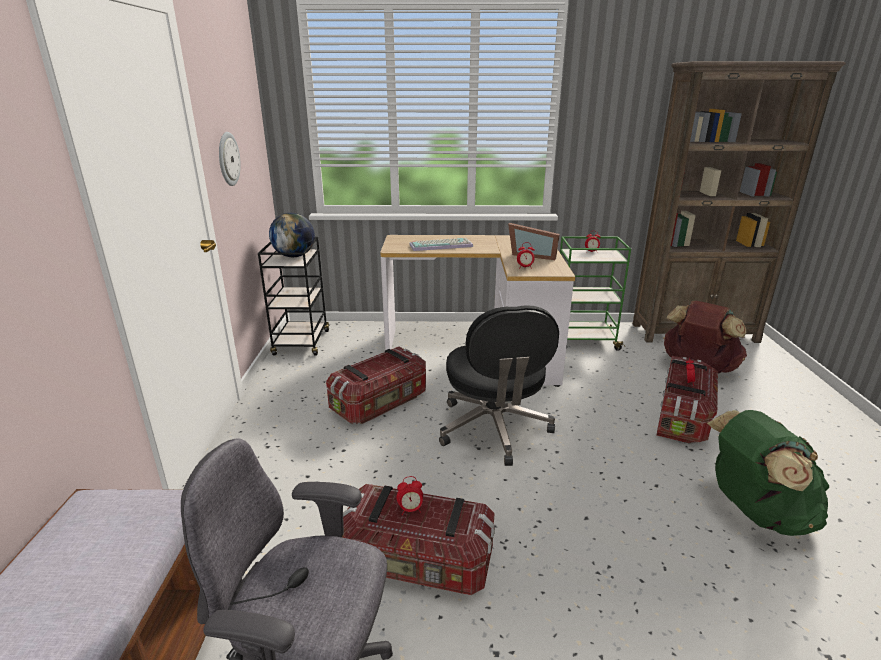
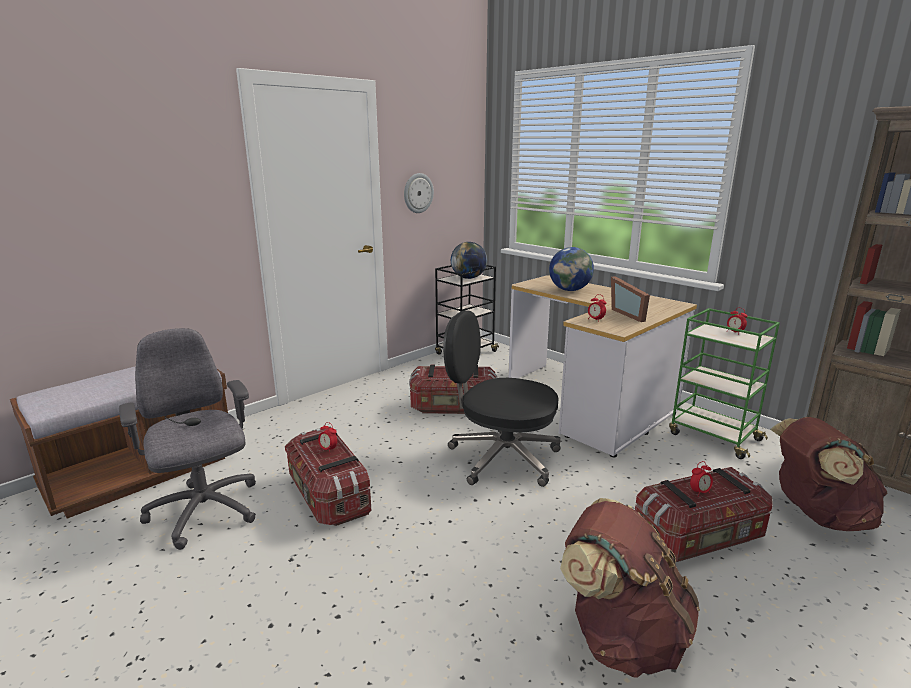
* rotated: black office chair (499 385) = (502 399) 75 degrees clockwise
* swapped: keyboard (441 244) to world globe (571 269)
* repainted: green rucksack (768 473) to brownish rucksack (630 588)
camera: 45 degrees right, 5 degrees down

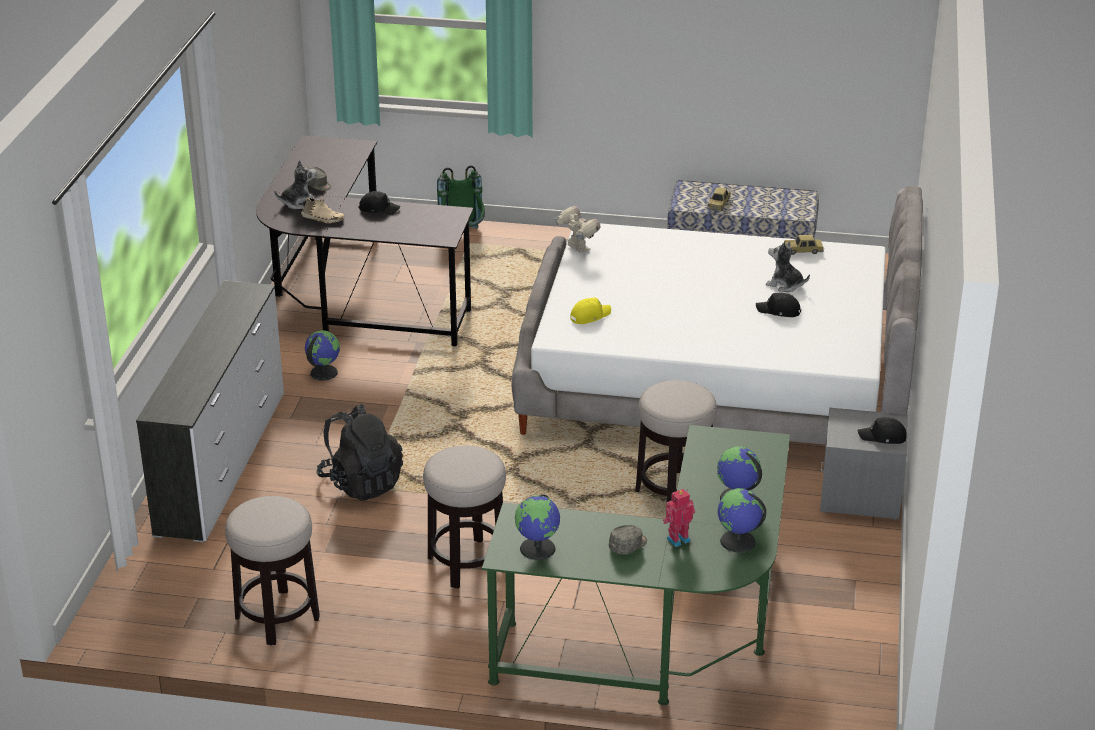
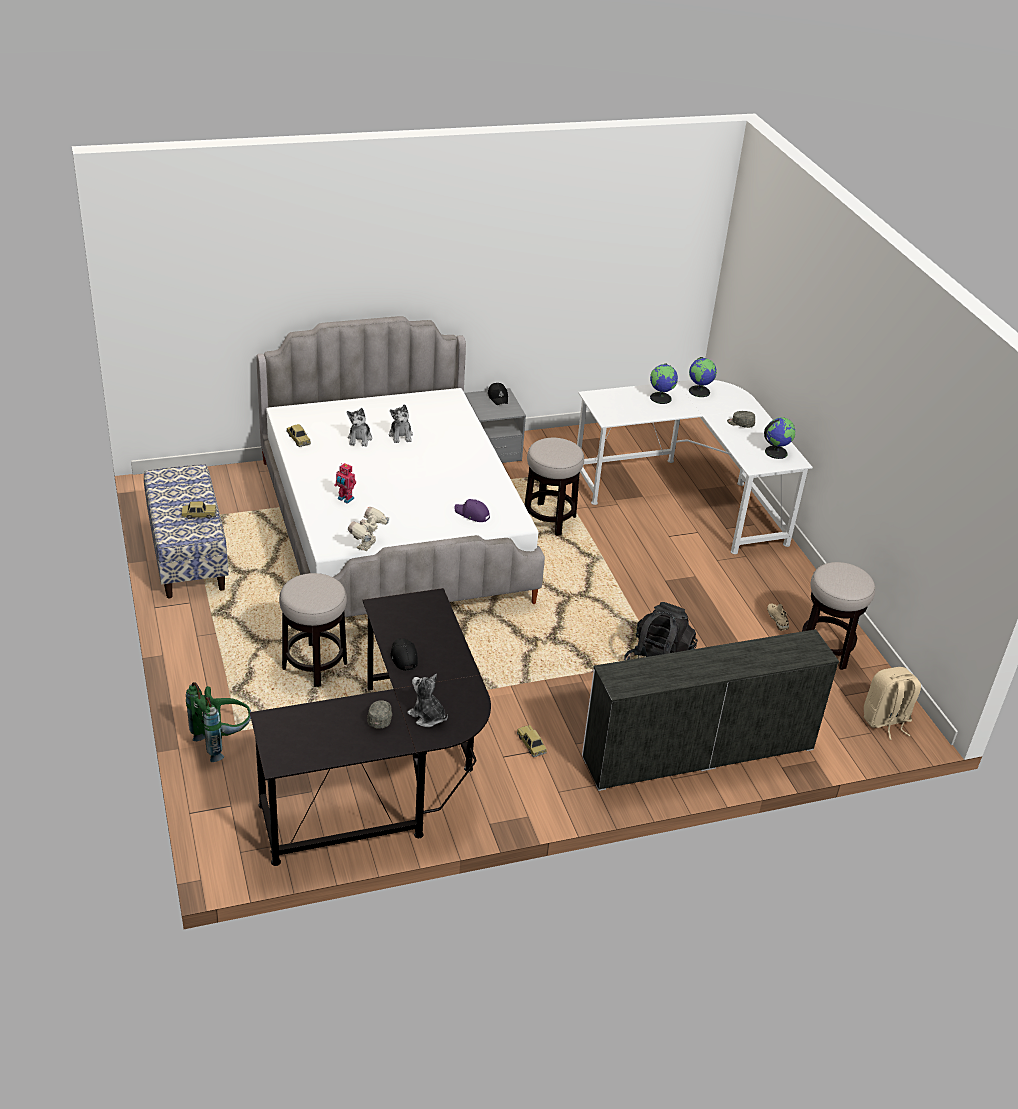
* shifted: stool seat (464 517) to (313 630)
* shifted: toy robot (679 518) to (345 483)
* swapped: black cap (778 305) to cuddly toy (401 423)
* repainted: yellow cap (590 311) to purple-coloured cap (472 510)
* swapped: world globe (322 355) to model car (532 741)
* repainted: green desk table (636 565) to whitish desk table (695 467)
* shifted: sand-coloured item of footwear (322 210) to (778 617)
* new: sand-coloured rucksack (892 703)
camera: 120 degrees left, 5 degrees up

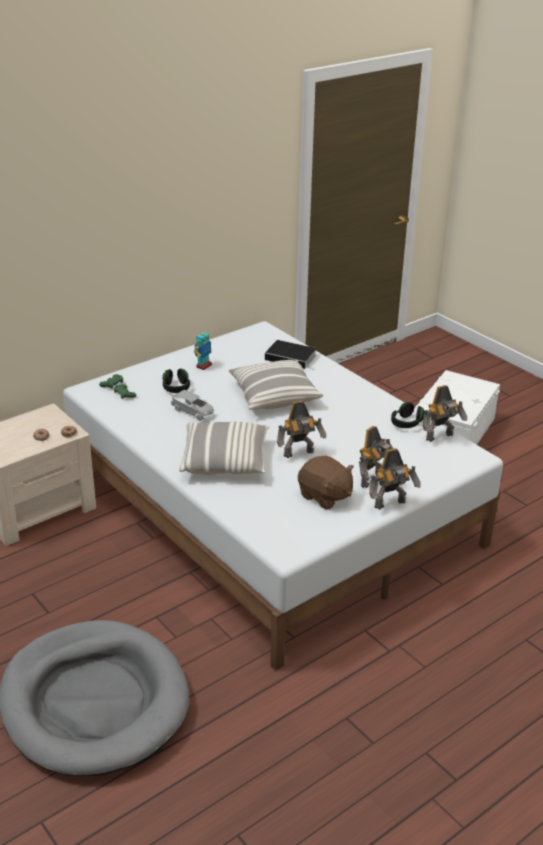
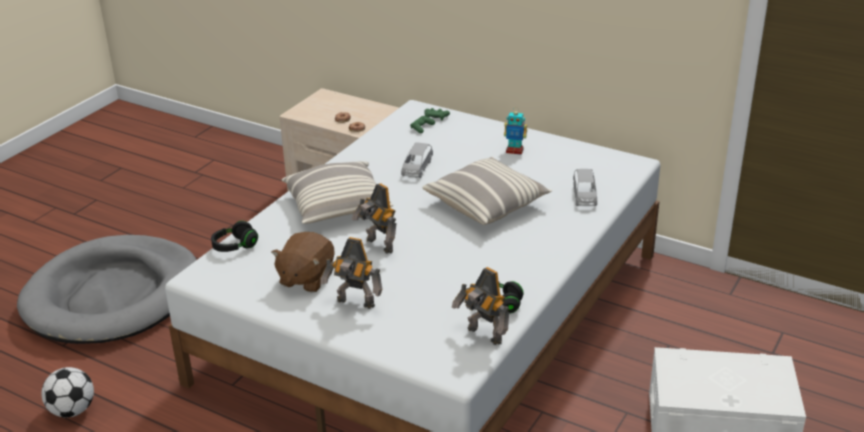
* new: ball for football (67 392)
* shifted: black headset (176 380) to (234 236)
* swapped: volume (290 355) to greyish model car (585 187)
* gone: toy robot (395 478)
camera: 70 degrees right, 0 degrees up

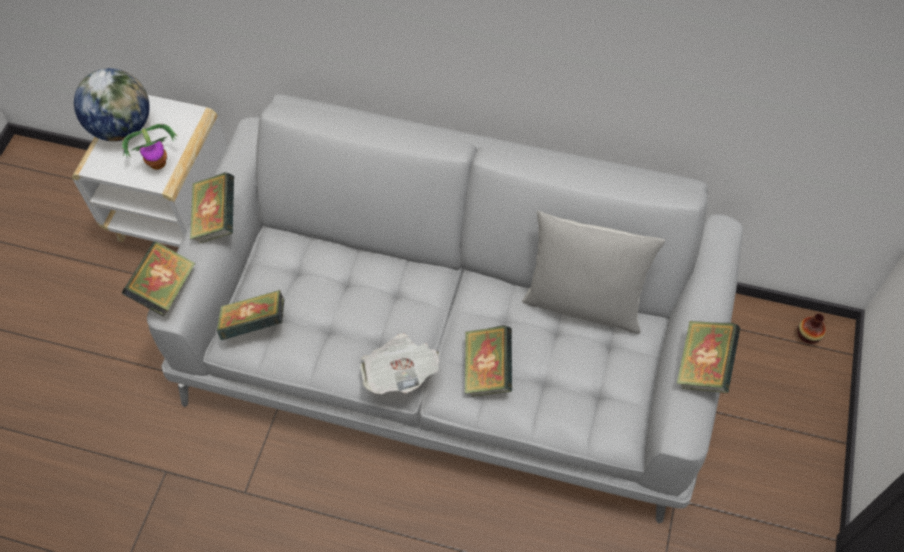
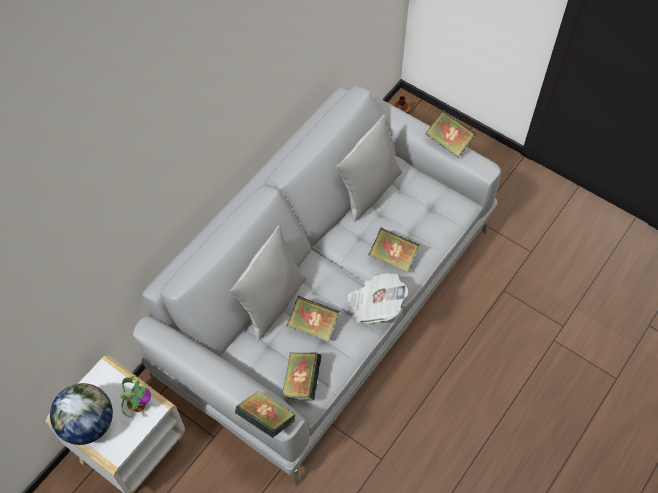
* new: greyish cushion (268 283)
* shifted: volume (212 208) to (313 319)
camera: 70 degrees left, 0 degrees up

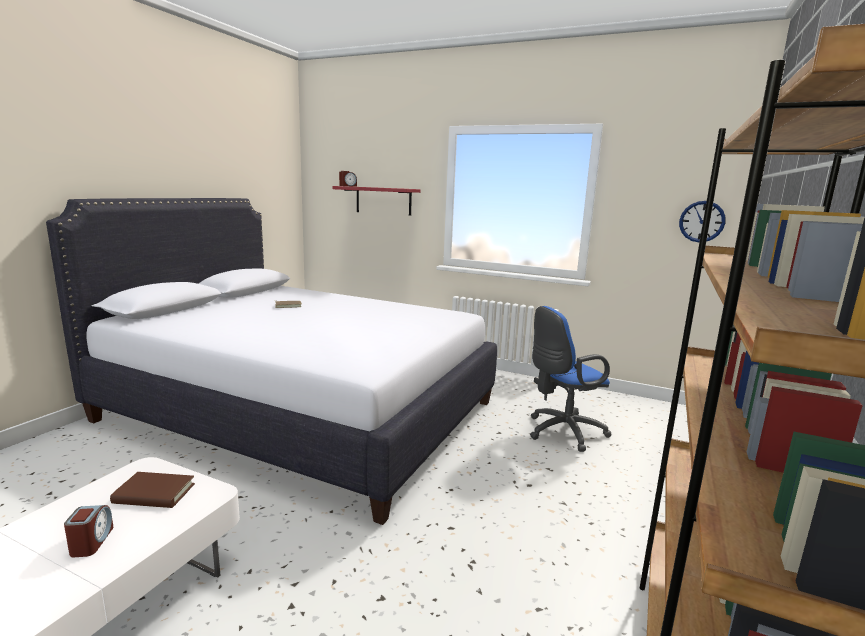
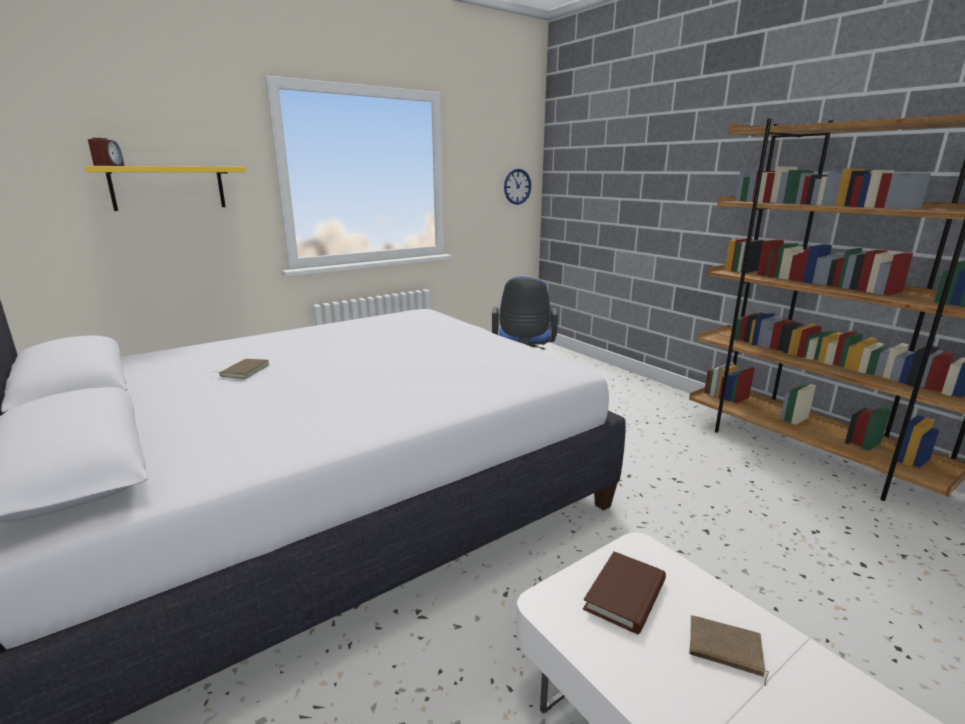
* repainted: red bracket shelf (376 201) to yellow bracket shelf (165 188)
* swapped: table clock (89 531) to brownish volume (729 650)
camera: 60 degrees left, 5 degrees up

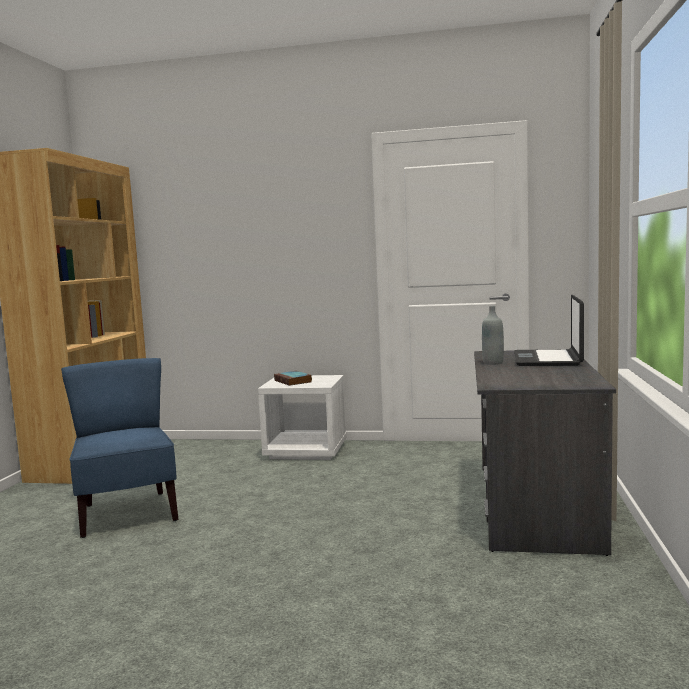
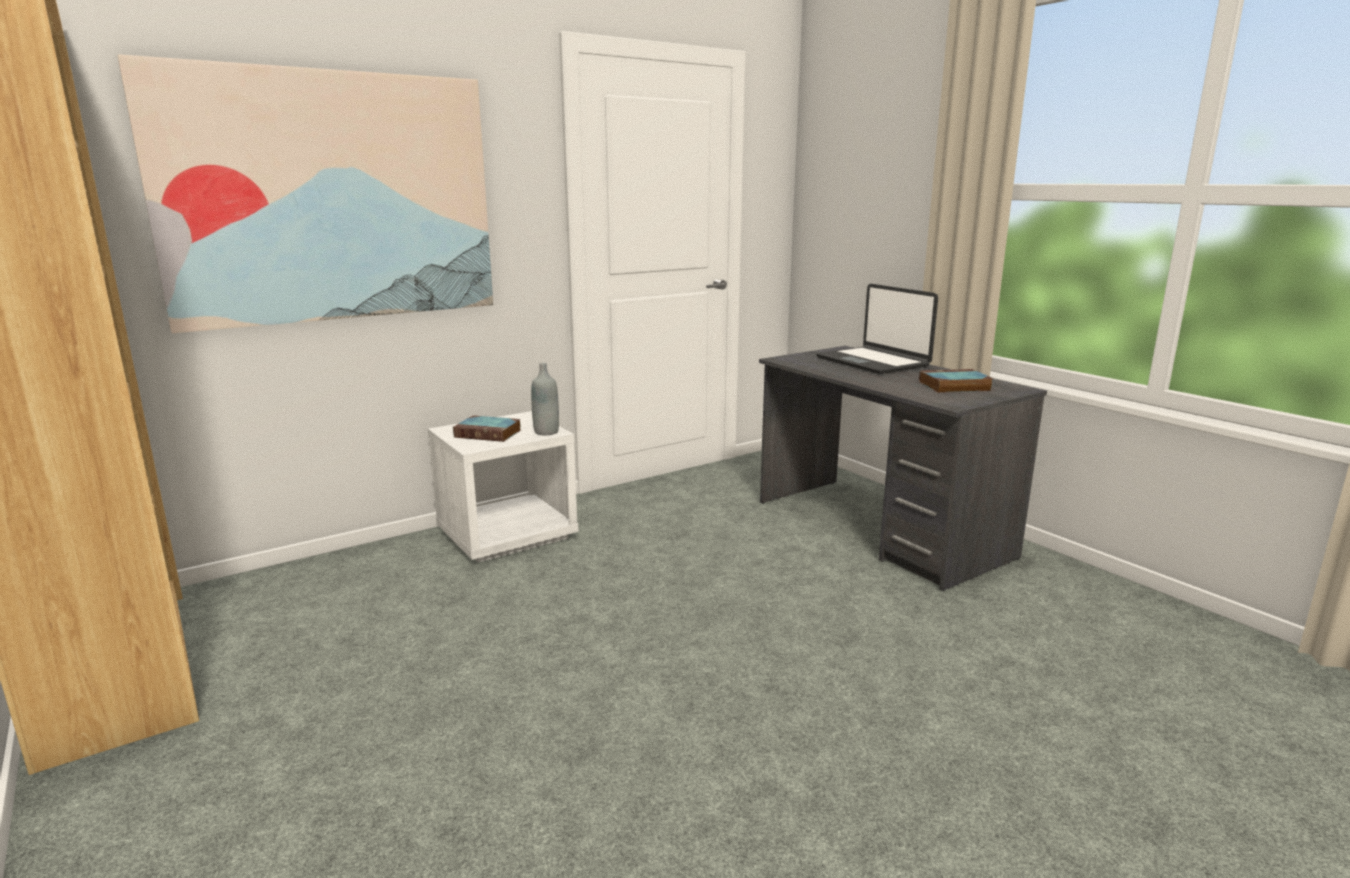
* new: picture (305 193)
* shifted: greyish bottle (493 335) to (545 399)
* new: volume (956 381)
* gone: bluish chair (119 448)
camera: 45 degrees left, 10 degrees up

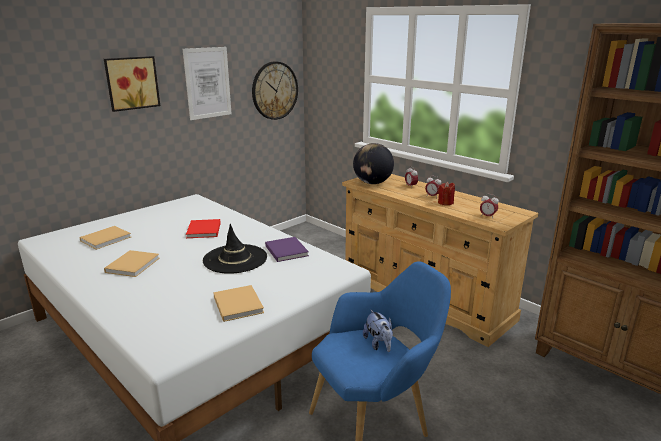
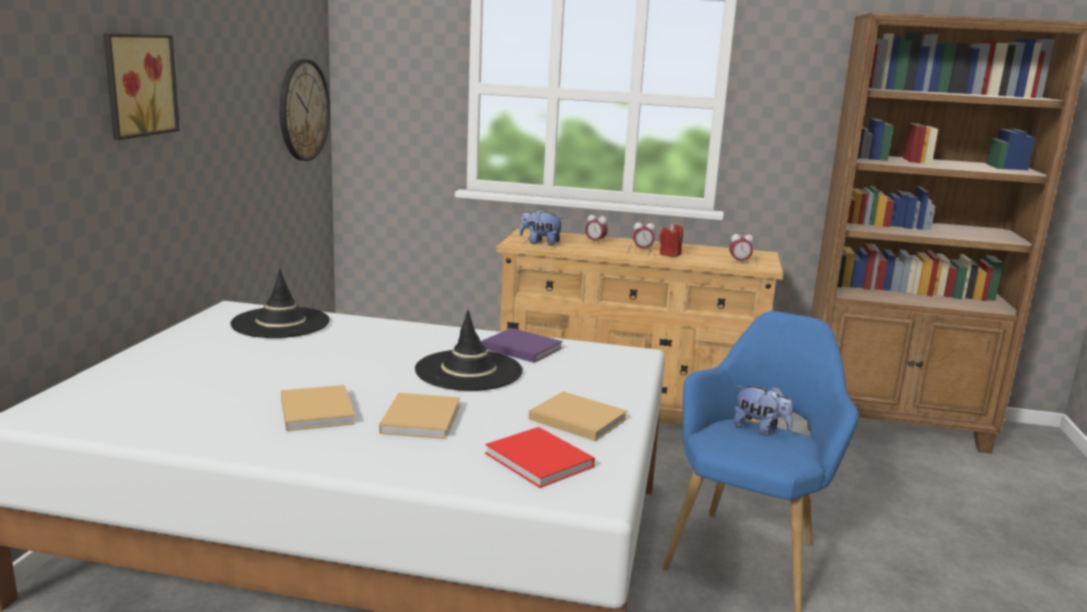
* new: black clothing hat (280 303)
* shifted: sand-coloured volume (105 238) to (419 416)
* shifted: red volume (203 228) to (540 457)
* swapped: world globe (373 163) to cuddly toy (541 227)
* gone: picture (207 83)
camera: 35 degrees left, 5 degrees down

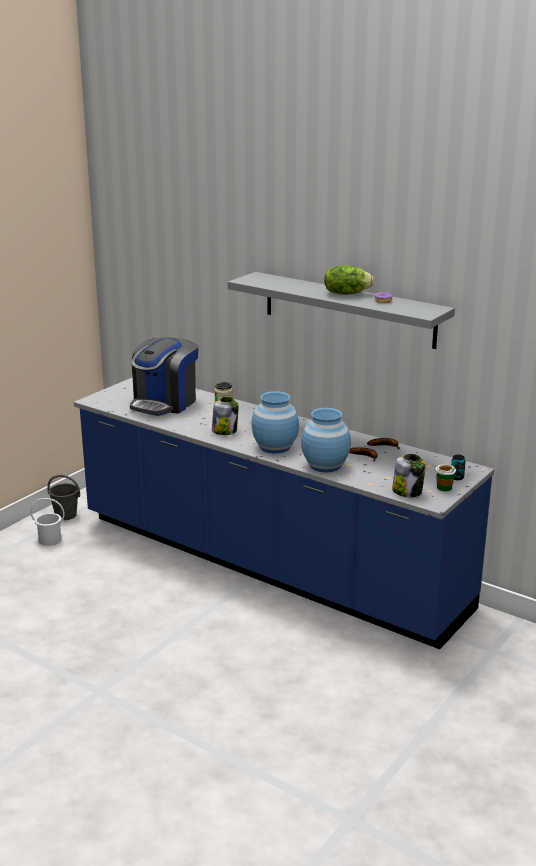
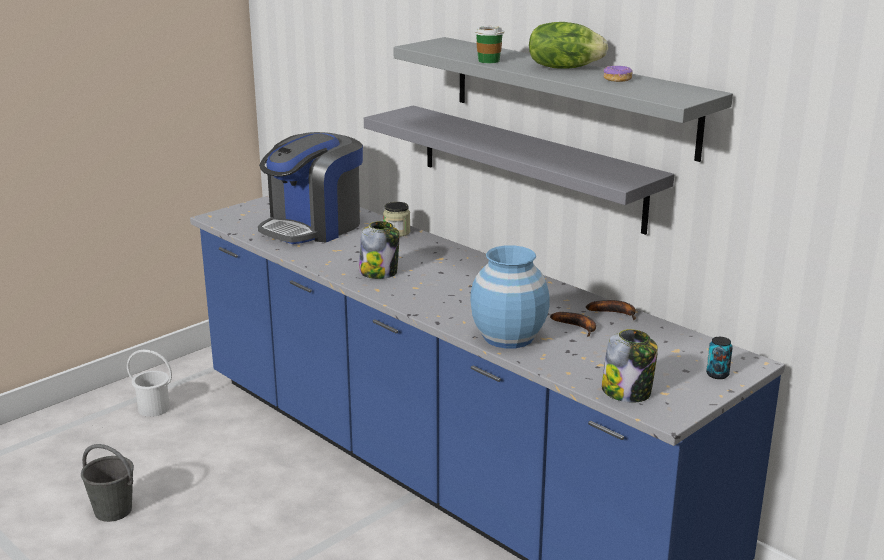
* shifted: greyish pail (63 497) to (107 483)
* new: greyish bracket shelf (519 170)
* shifted: cup (445 477) to (489 44)
* gone: bluish flower vase (275 422)
camera: 10 degrees right, 0 degrees up

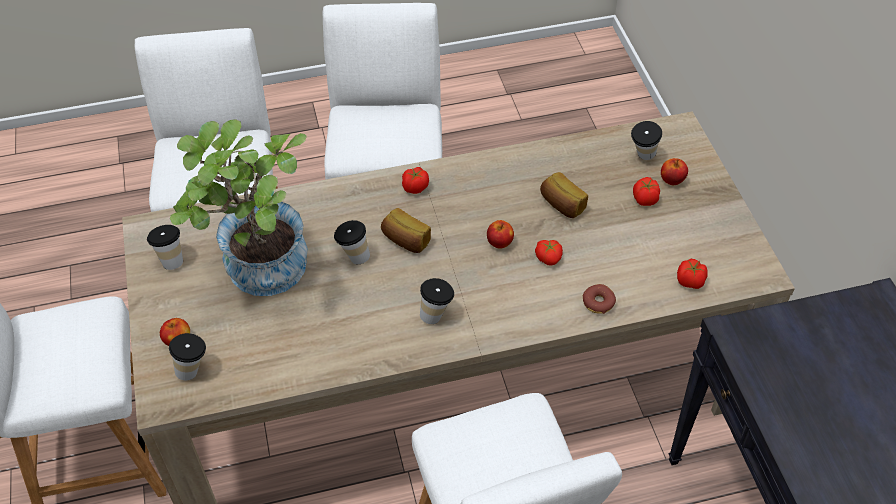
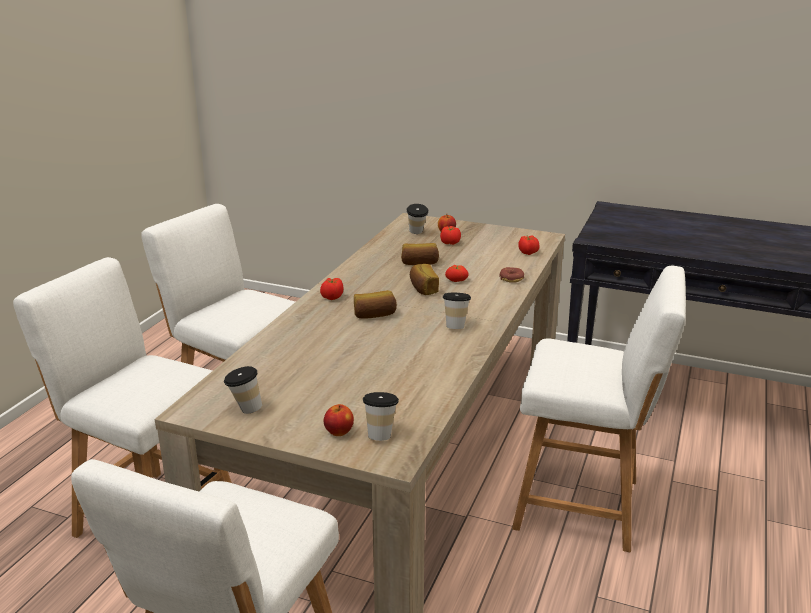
* swapped: apple (500 234) to baked bread (424 279)
* gone: potted plant (238 207)
* gone: cup (352 242)
camera: 55 degrees left, 25 degrees down

